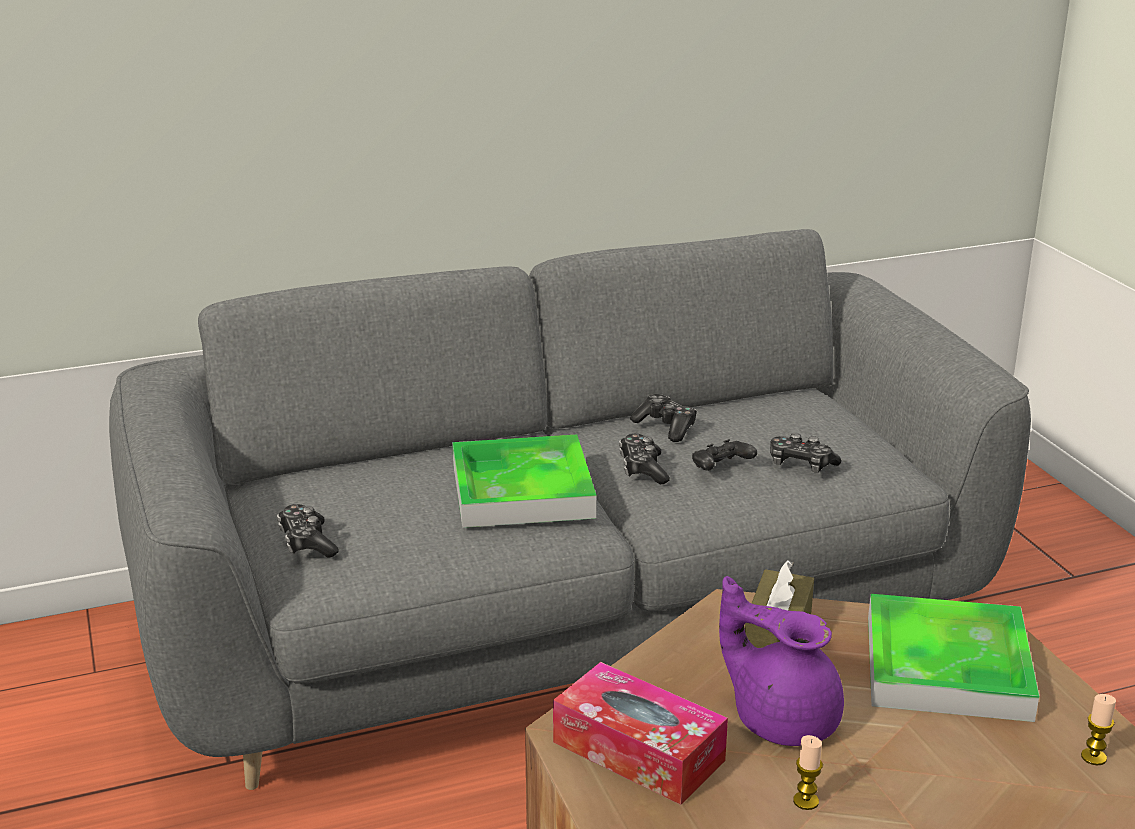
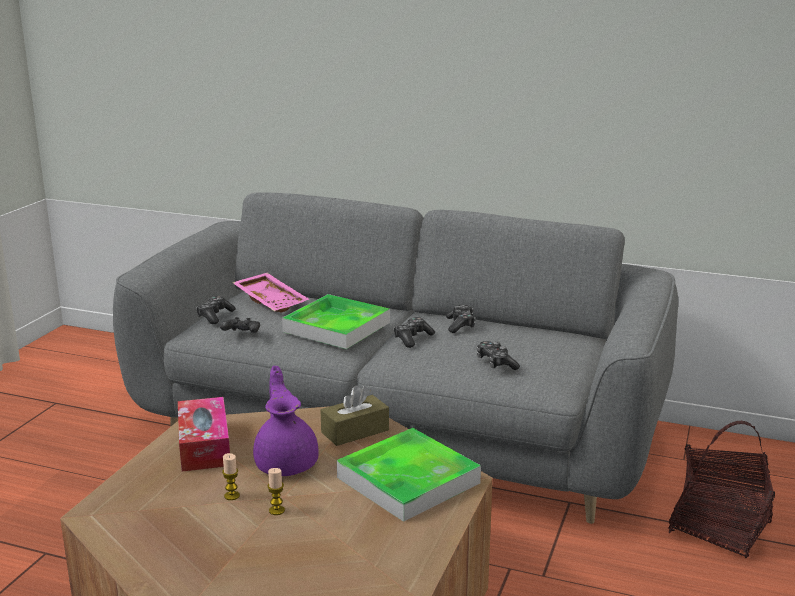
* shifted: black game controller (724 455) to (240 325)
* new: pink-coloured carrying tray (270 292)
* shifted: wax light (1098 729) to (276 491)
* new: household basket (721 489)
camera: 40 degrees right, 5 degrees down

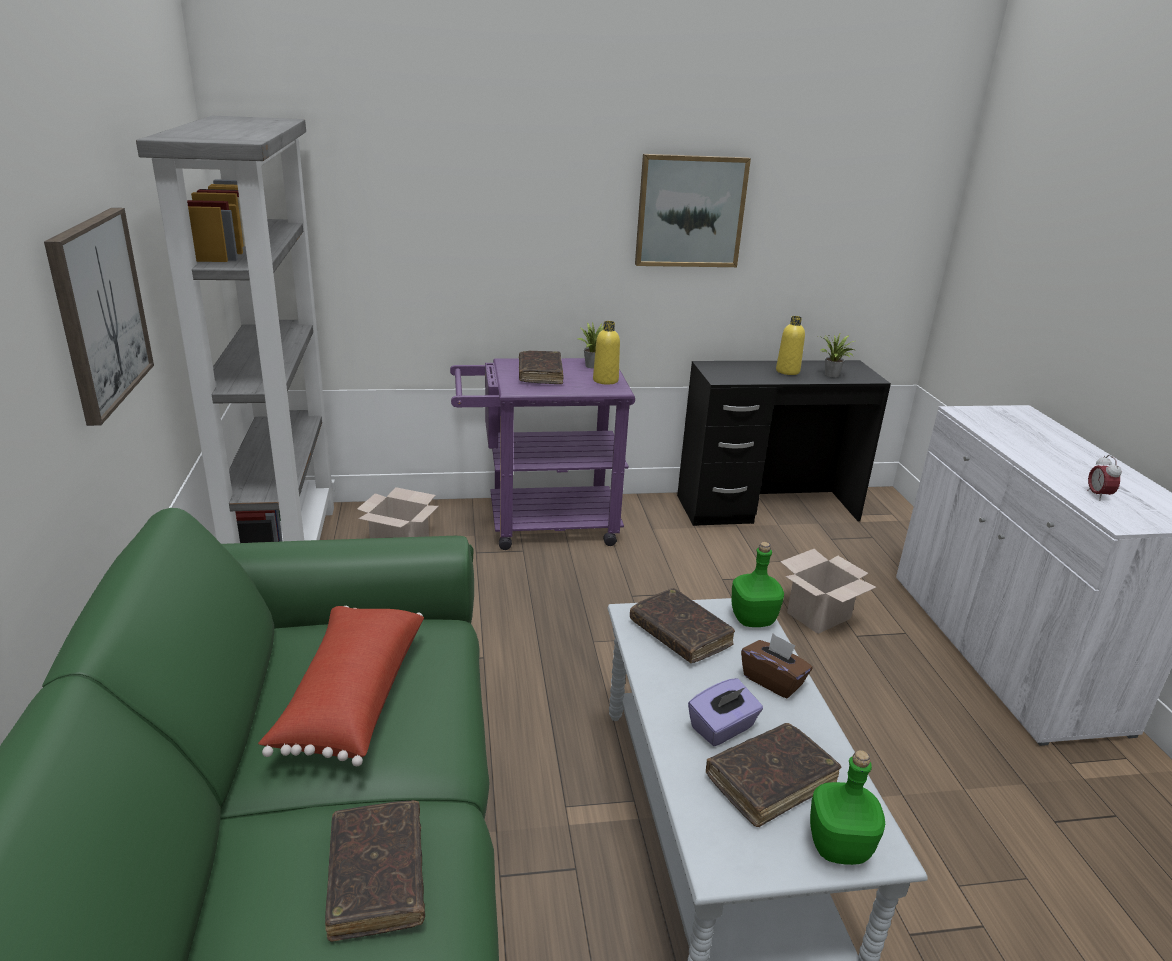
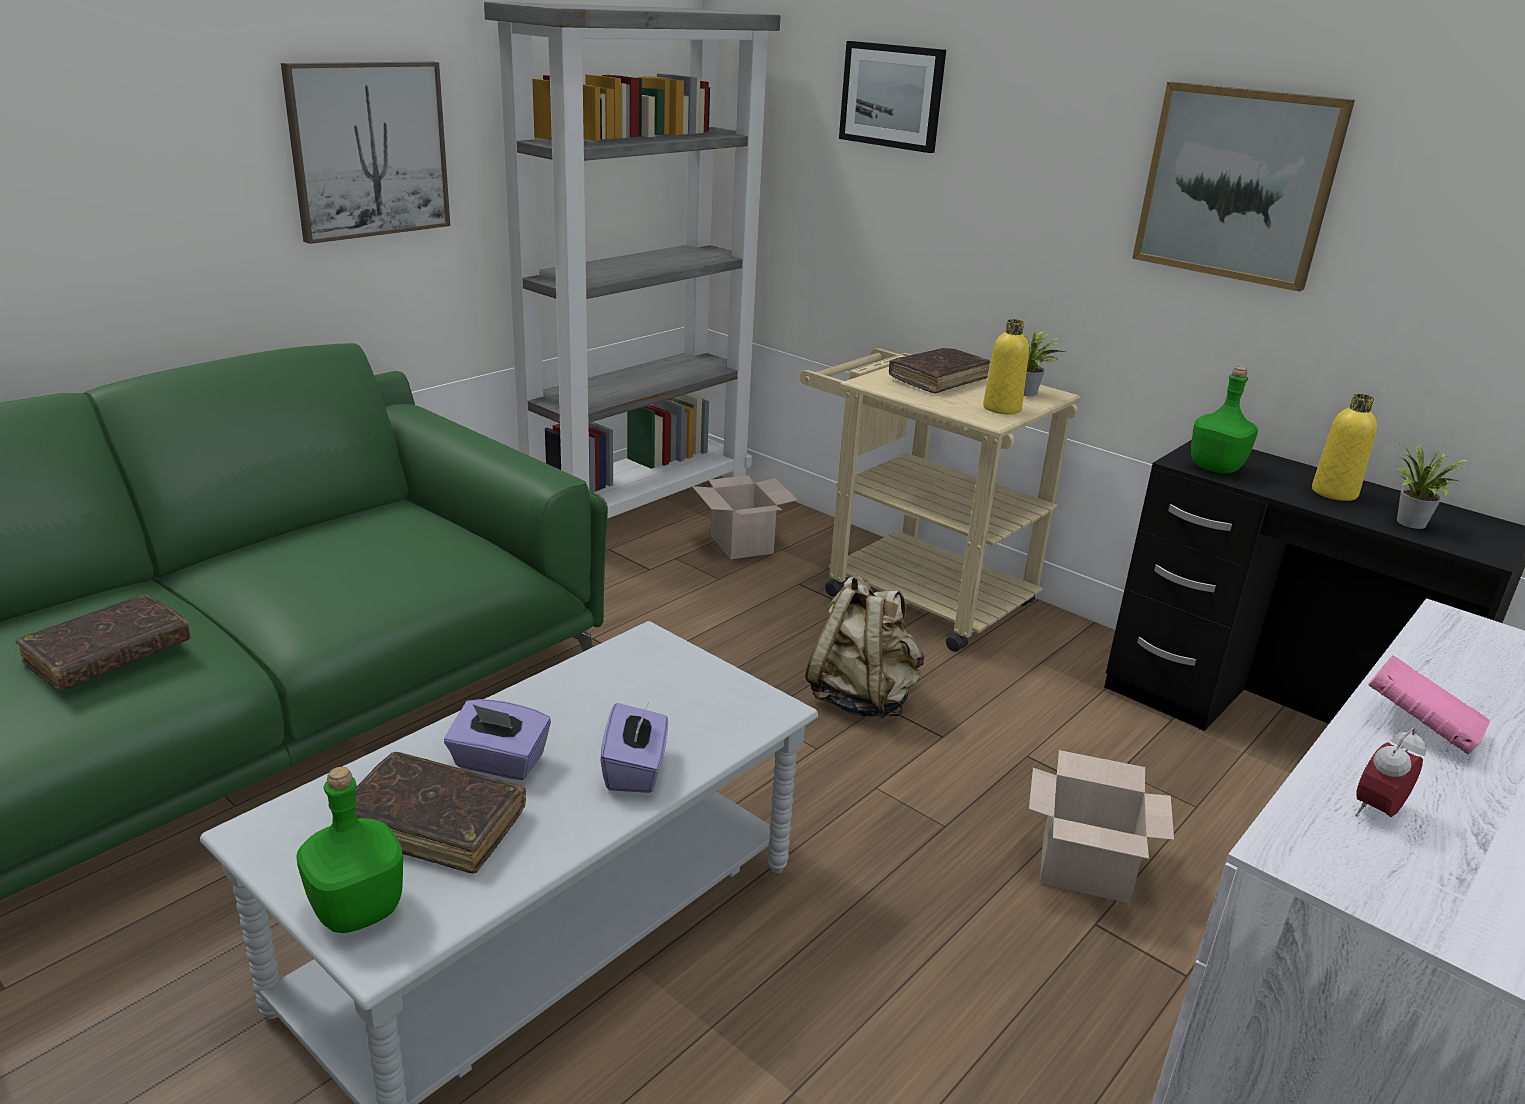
* repainted: brownish tissue holder (777 666) to purple-coloured tissue holder (634 748)
* repainted: purple-coloured wheeled cart (542 454) to sand-coloured wheeled cart (940 500)
* new: sand-coloured rucksack (864 646)
* new: picture (892 97)
* shifted: green bottle (758 584) to (1224 420)
* new: pink-coloured volume (1429 705)
* gone: red cushion (341 686)
* gone: brownish volume (682 625)
camera: 50 degrees right, 0 degrees up

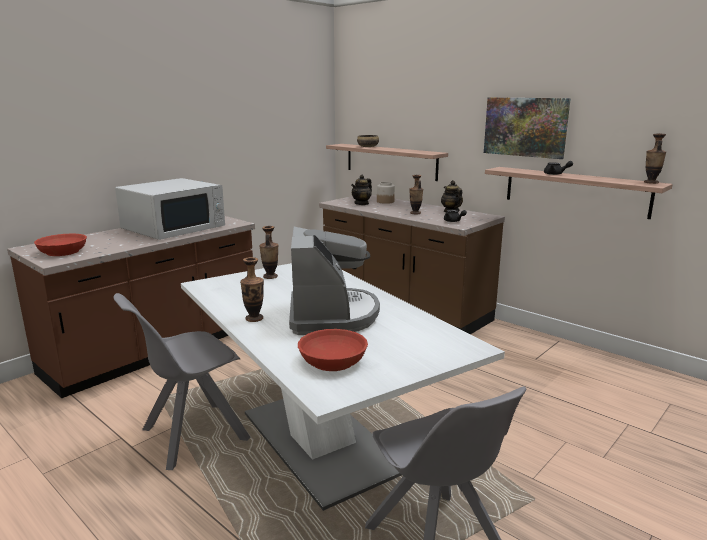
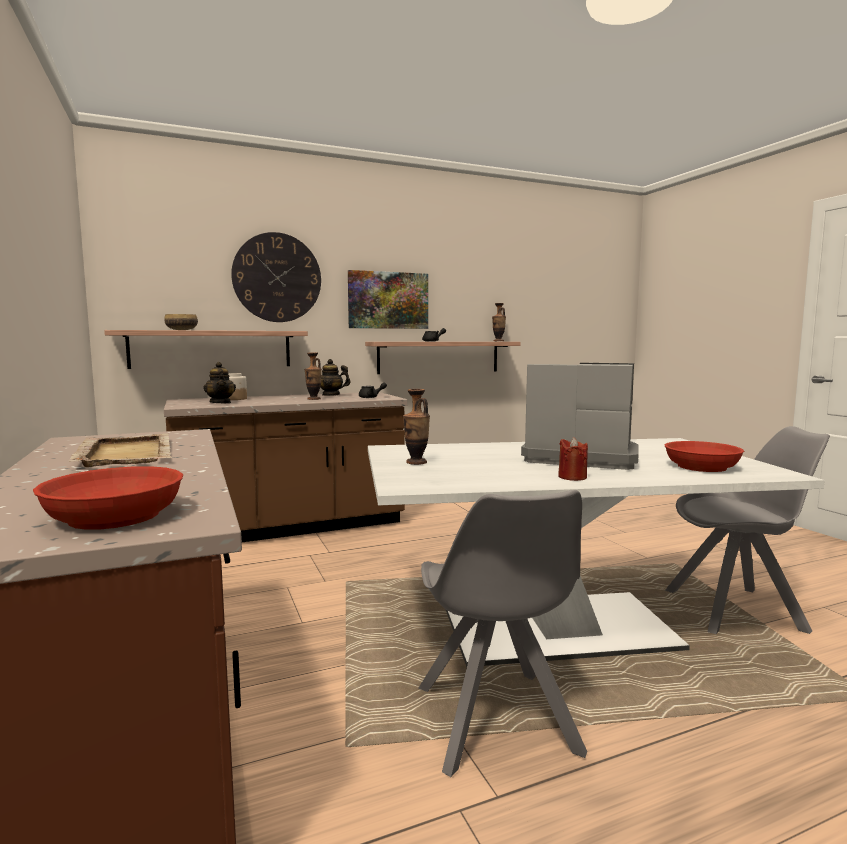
* swapped: whitish kitchen microwave (170 209) to sand-coloured carrying tray (120 450)
* new: clock on the wall (276 277)
* swapped: flower vase (252 289) to red wax light (573 459)
camera: 65 degrees left, 10 degrees down

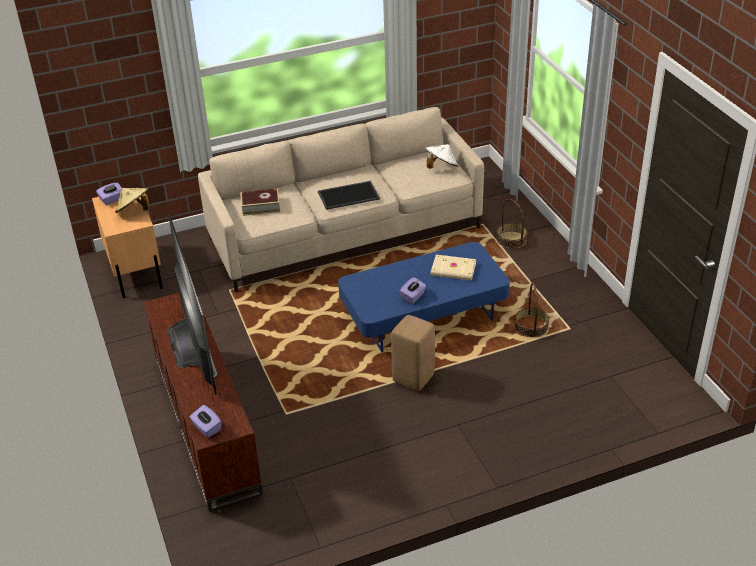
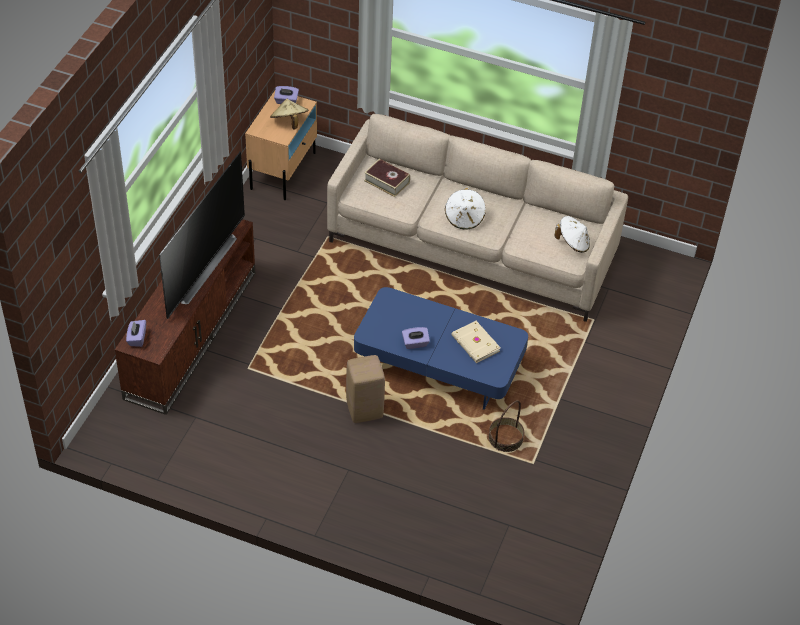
* swapped: carrying tray (349 195) to whitish clothing hat (465 209)
* gone: household basket (512 224)
camera: 40 degrees right, 10 degrees up

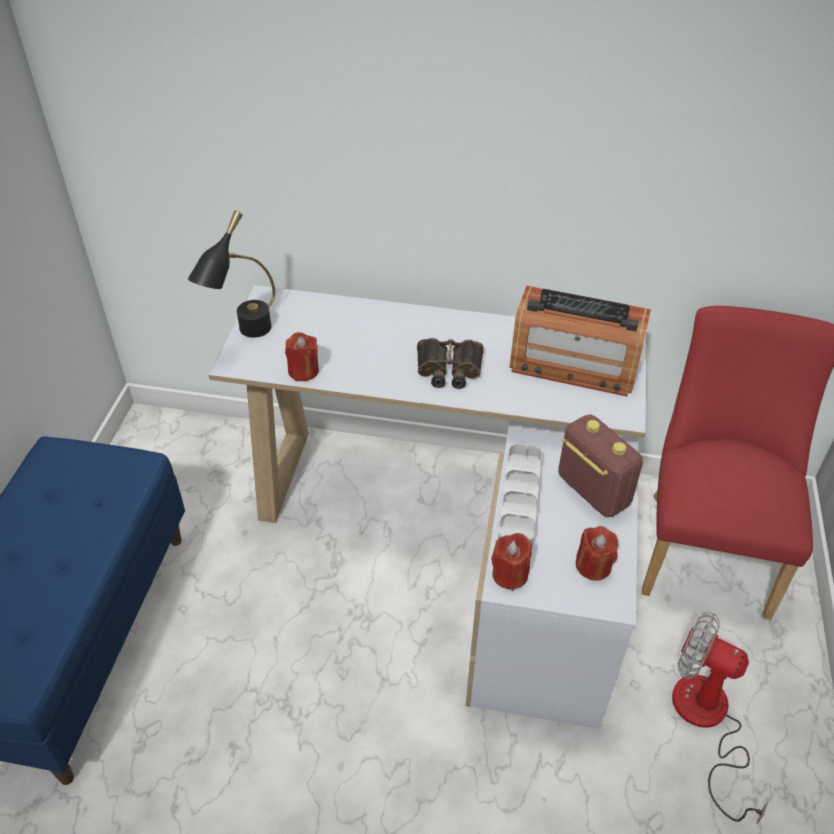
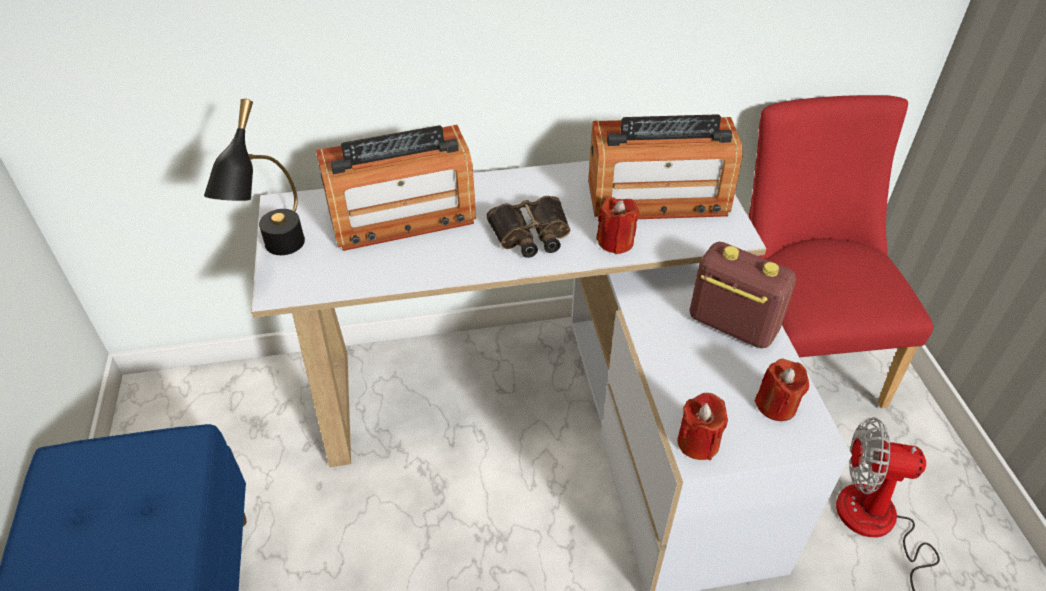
* new: radio receiver (396 188)
* shifted: red wax light (302 356) to (618 225)
* gone: greyish carrying tray (520 495)
camera: 20 degrees left, 0 degrees up

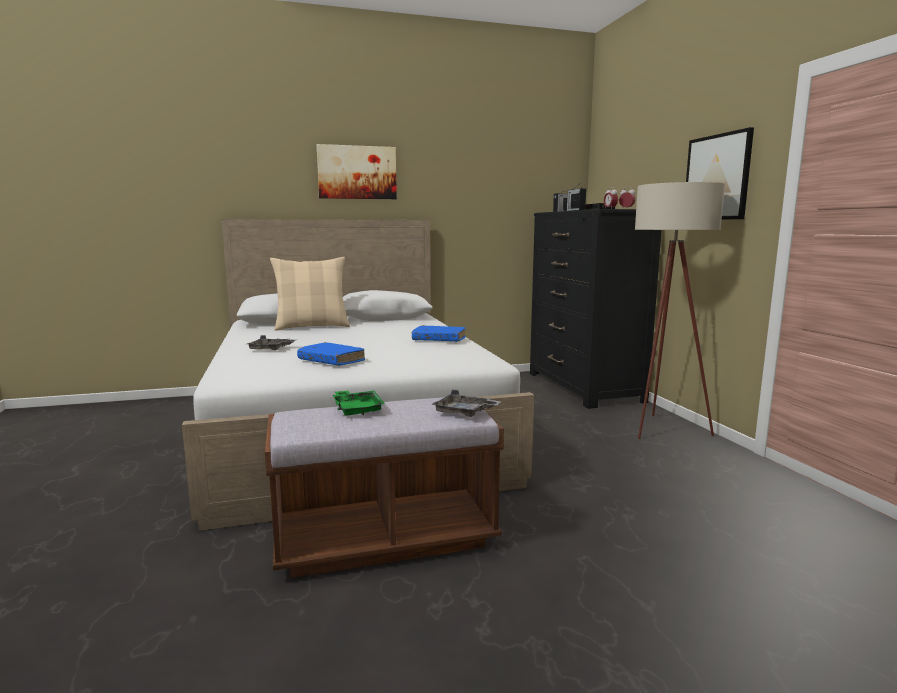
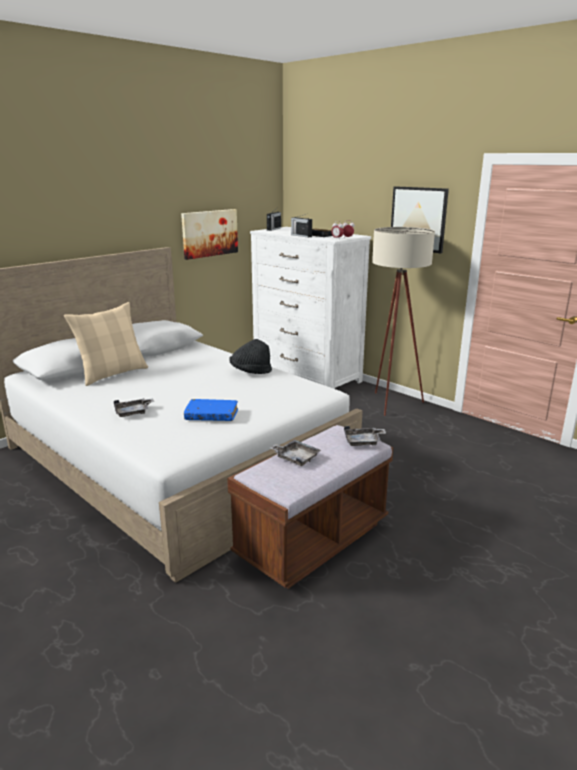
* shifted: picture (357 171) to (209 234)
* swapped: bluish volume (439 333) to black clothing hat (250 356)
* repainted: black dresser (595 309) to whitish dresser (310 308)
* repainted: green carrying tray (359 403) to greyish carrying tray (295 453)
camera: 30 degrees left, 10 degrees up

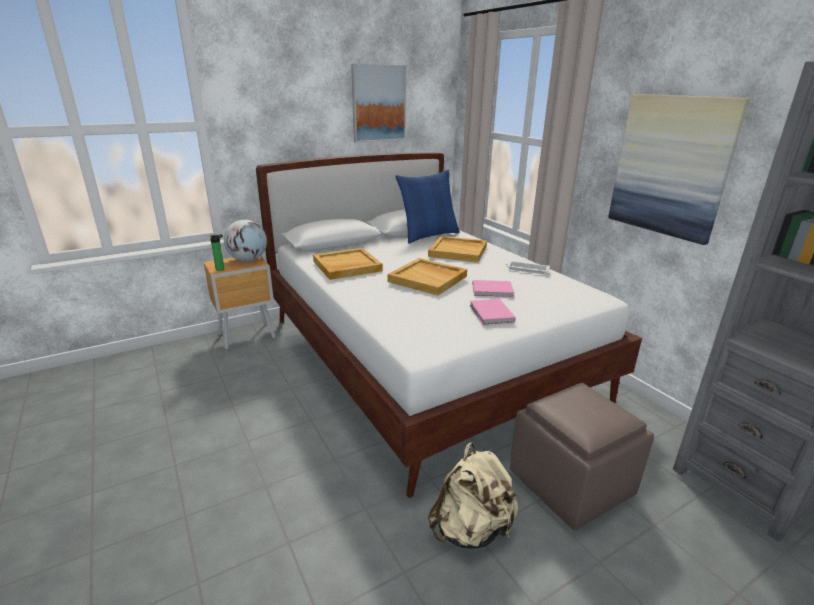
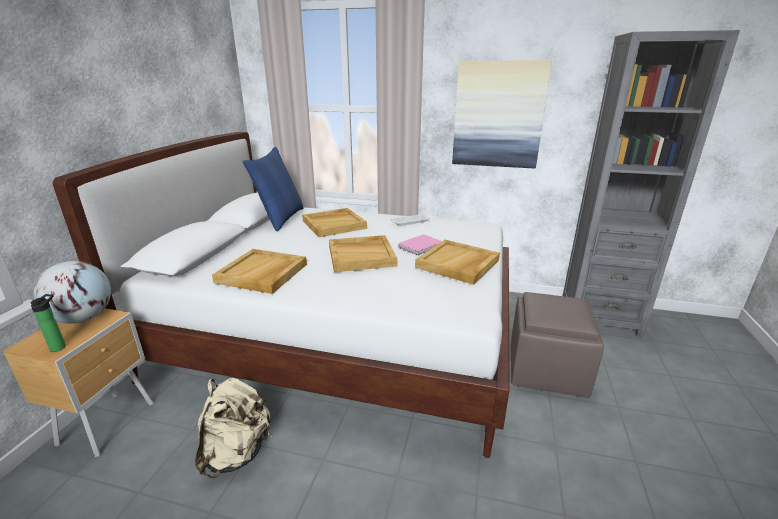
* shifted: sand-coloured rucksack (473 495) to (233 428)
* swapped: pink-coloured volume (493 312) to sand-coloured carrying tray (457 262)
* gone: picture (378 103)
camera: 45 degrees left, 0 degrees up

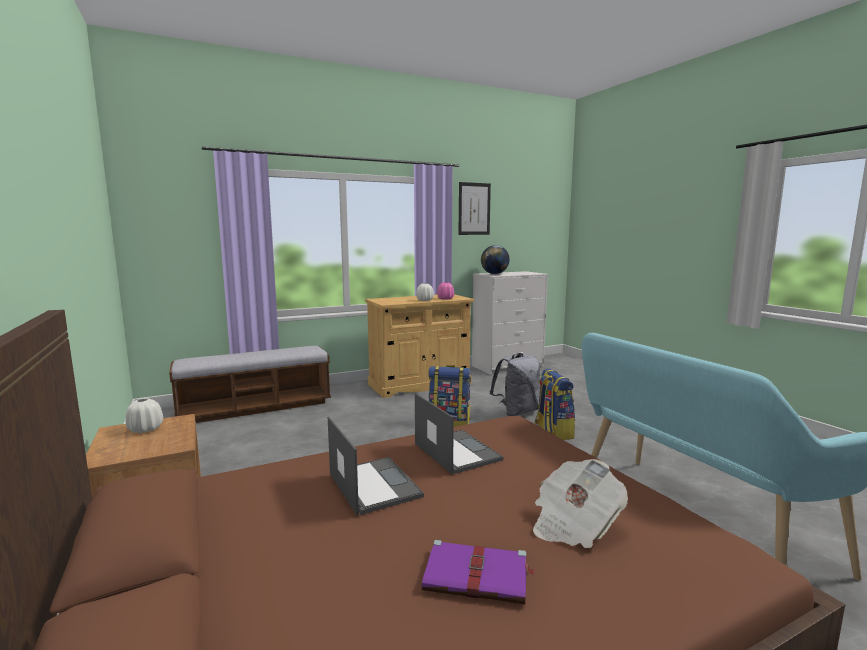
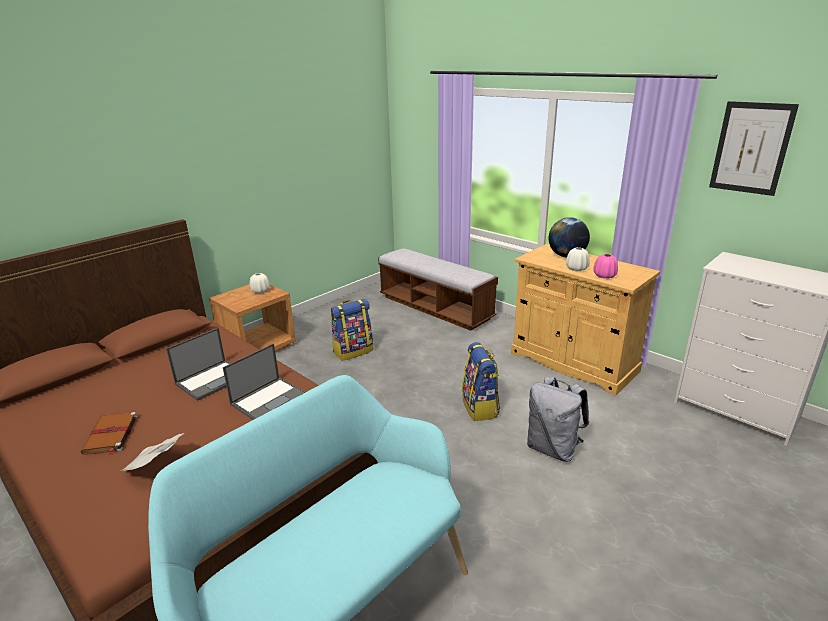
* repainted: purple-coloured volume (478 572) to brownish volume (109 434)
* shifted: rucksack (555 404) to (351 330)
* shifted: world globe (495 259) to (569 237)
camera: 70 degrees right, 15 degrees up

